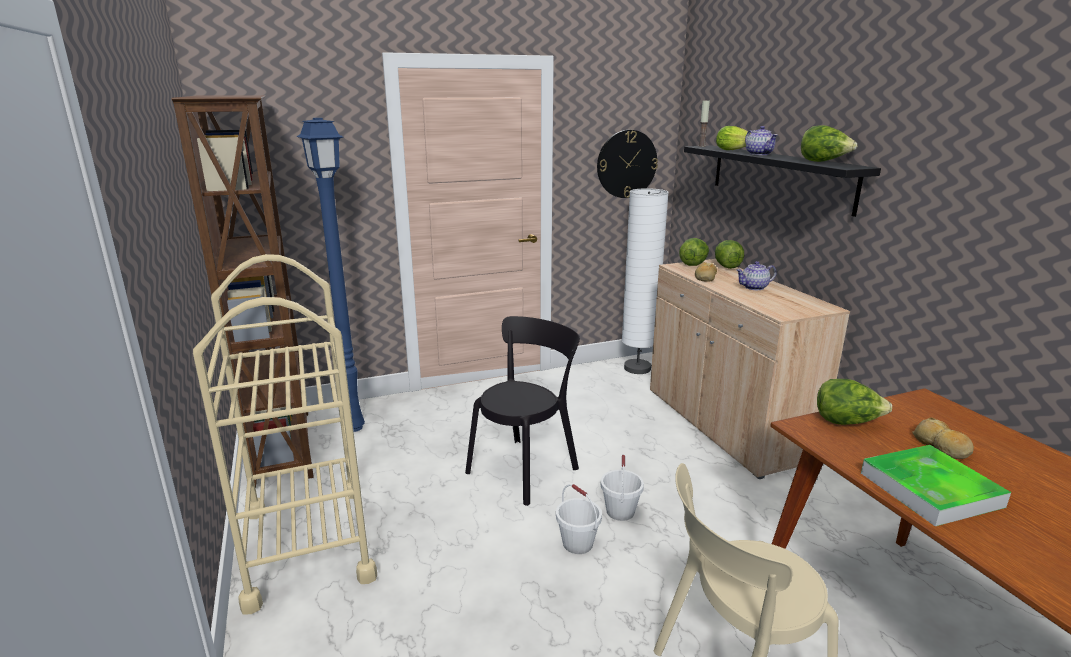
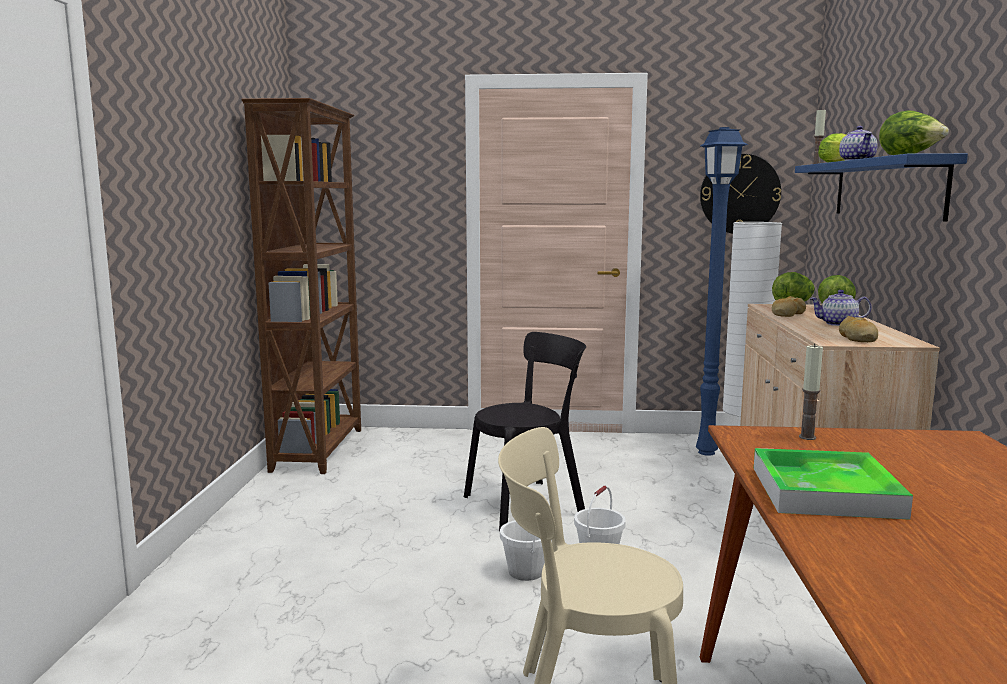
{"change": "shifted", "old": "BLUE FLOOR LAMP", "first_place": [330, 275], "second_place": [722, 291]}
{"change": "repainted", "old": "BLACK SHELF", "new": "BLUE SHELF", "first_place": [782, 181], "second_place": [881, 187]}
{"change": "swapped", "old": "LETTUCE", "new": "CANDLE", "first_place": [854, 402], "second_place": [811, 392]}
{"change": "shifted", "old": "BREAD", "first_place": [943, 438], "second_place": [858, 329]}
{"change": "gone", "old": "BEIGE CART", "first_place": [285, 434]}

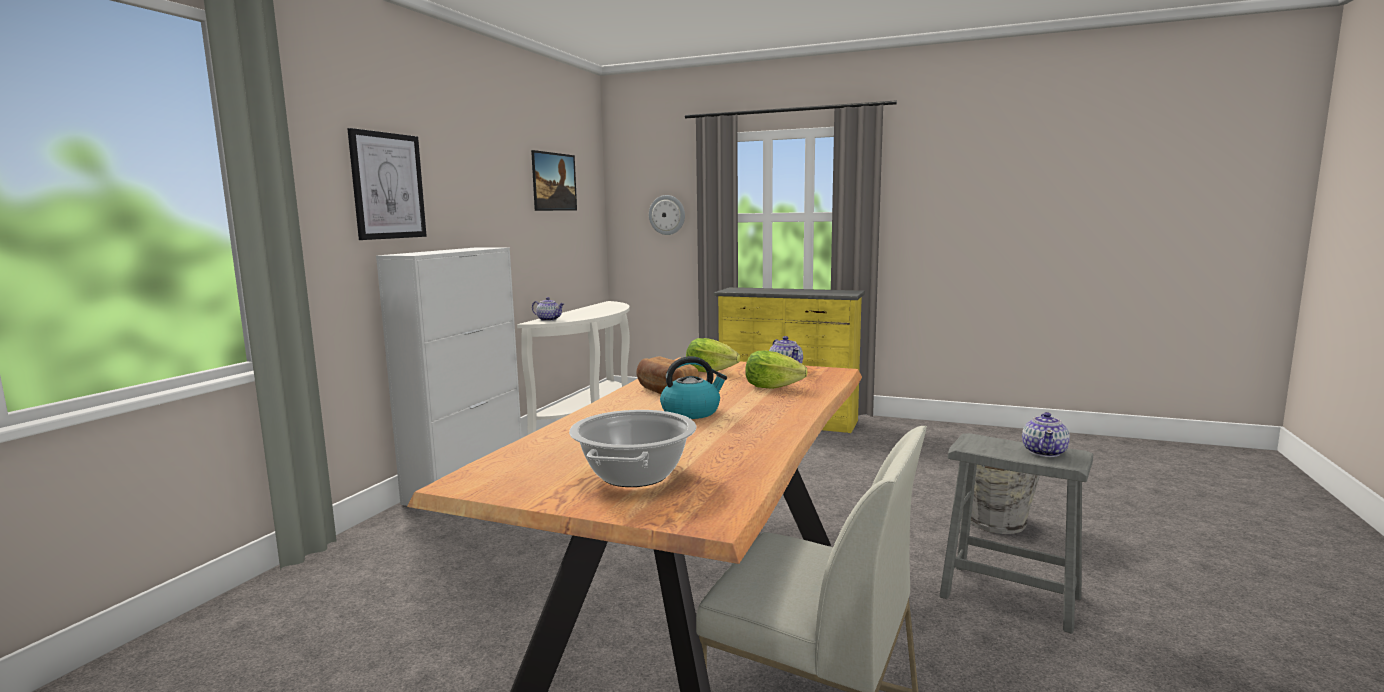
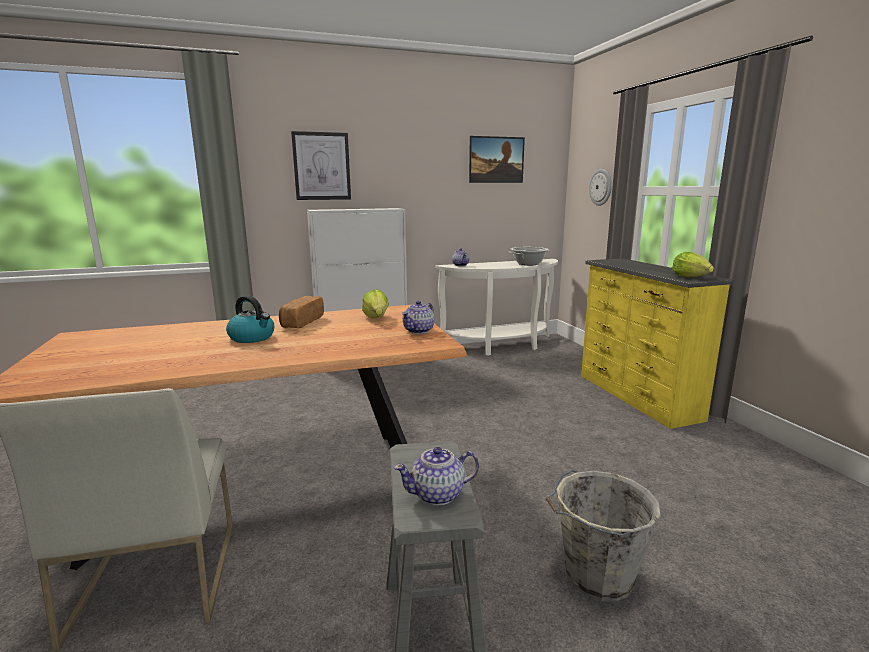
{"change": "shifted", "old": "COOKING POT", "first_place": [633, 448], "second_place": [529, 256]}
{"change": "shifted", "old": "LETTUCE", "first_place": [777, 369], "second_place": [693, 265]}

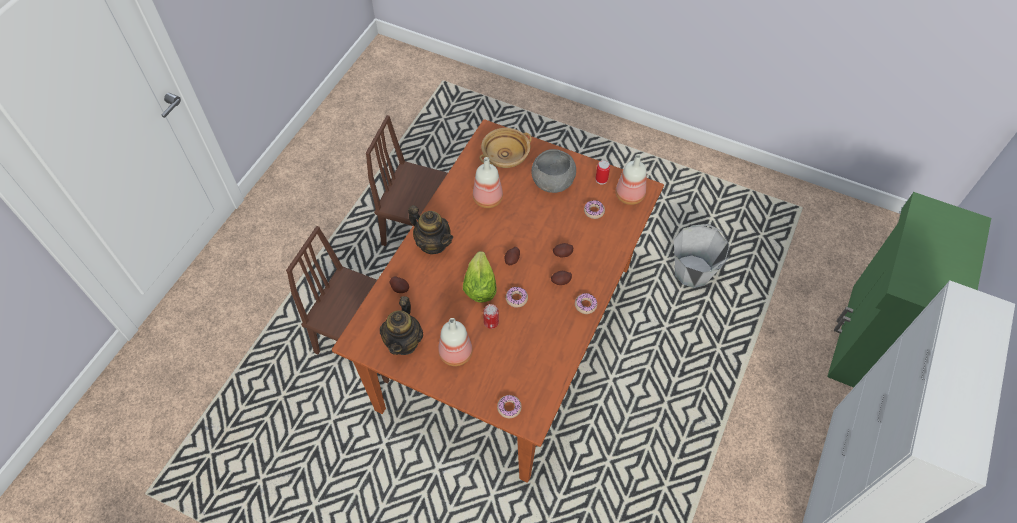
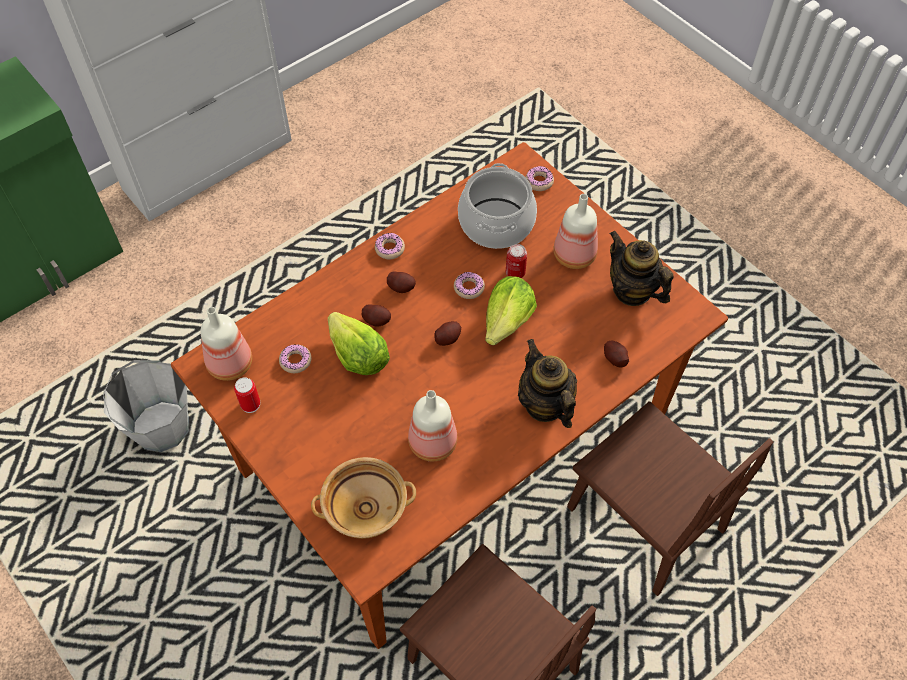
{"change": "new", "new": "LETTUCE", "second_place": [359, 343]}
{"change": "new", "new": "COOKING POT", "second_place": [497, 206]}
{"change": "rotated", "old": "TEAPOT", "first_place": [401, 325], "second_place": [642, 268], "degrees": -75}
{"change": "gone", "old": "GREY BOWL", "first_place": [553, 171]}

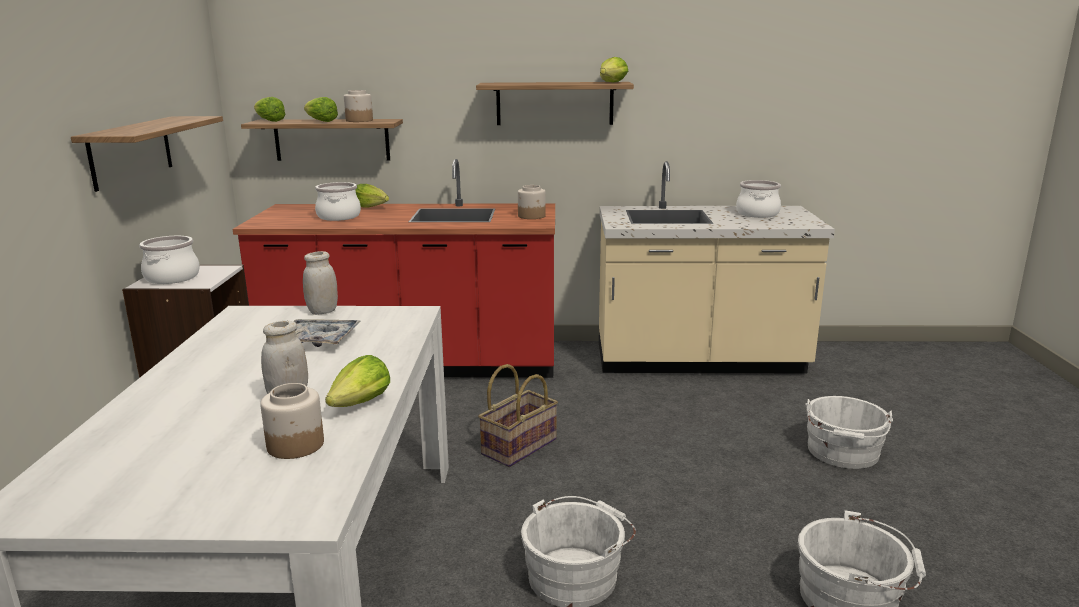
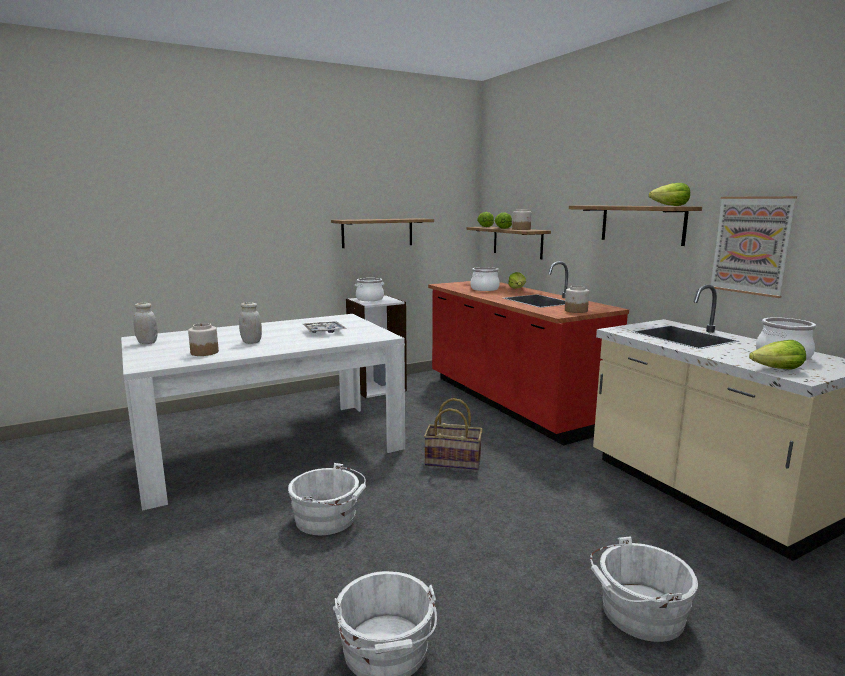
{"change": "shifted", "old": "WHITE JAR", "first_place": [320, 283], "second_place": [145, 323]}
{"change": "new", "new": "PICTURE", "second_place": [754, 247]}
{"change": "shifted", "old": "LETTUCE", "first_place": [357, 381], "second_place": [777, 355]}

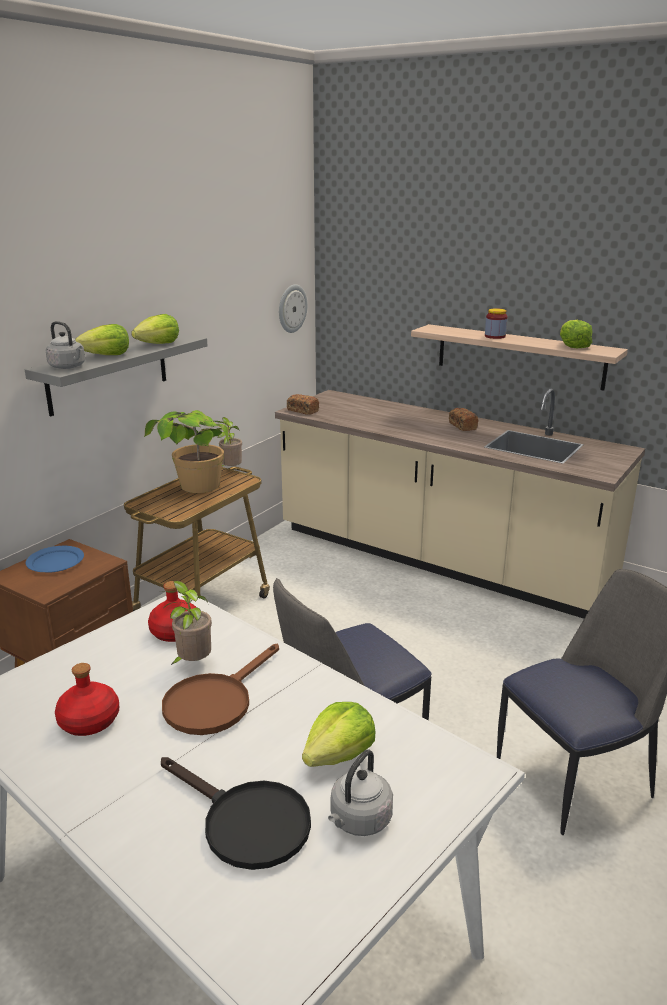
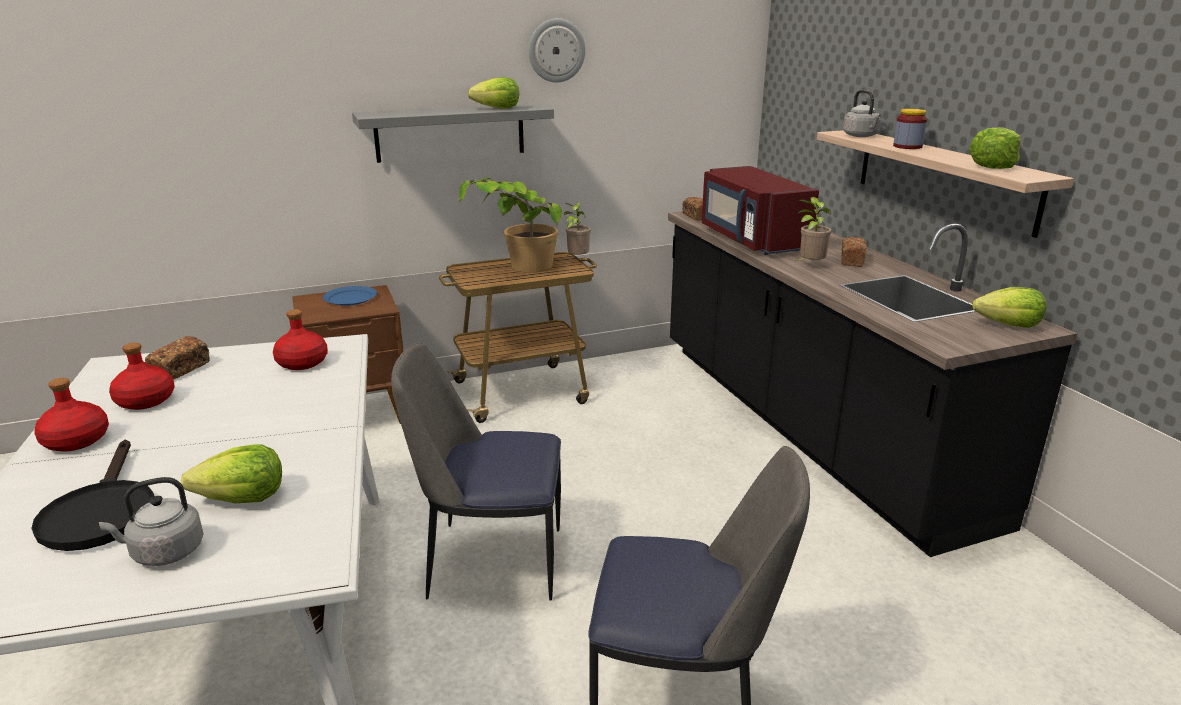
{"change": "new", "new": "RED BOTTLE", "second_place": [71, 414]}
{"change": "new", "new": "BREAD", "second_place": [177, 358]}
{"change": "shifted", "old": "WALL CLOCK", "first_place": [293, 309], "second_place": [557, 50]}
{"change": "repainted", "old": "BEIGE COUNTER", "new": "BLACK COUNTER", "first_place": [460, 503], "second_place": [873, 384]}
{"change": "new", "new": "RED MICROWAVE", "second_place": [760, 210]}
{"change": "shifted", "old": "POTTED PLANT", "first_place": [187, 623], "second_place": [813, 229]}
{"change": "shifted", "old": "GREY KETTLE", "first_place": [65, 345], "second_place": [862, 113]}
{"change": "shifted", "old": "LETTUCE", "first_place": [102, 339], "second_place": [1009, 307]}
{"change": "gone", "old": "BROWN FRYING PAN", "first_place": [220, 689]}

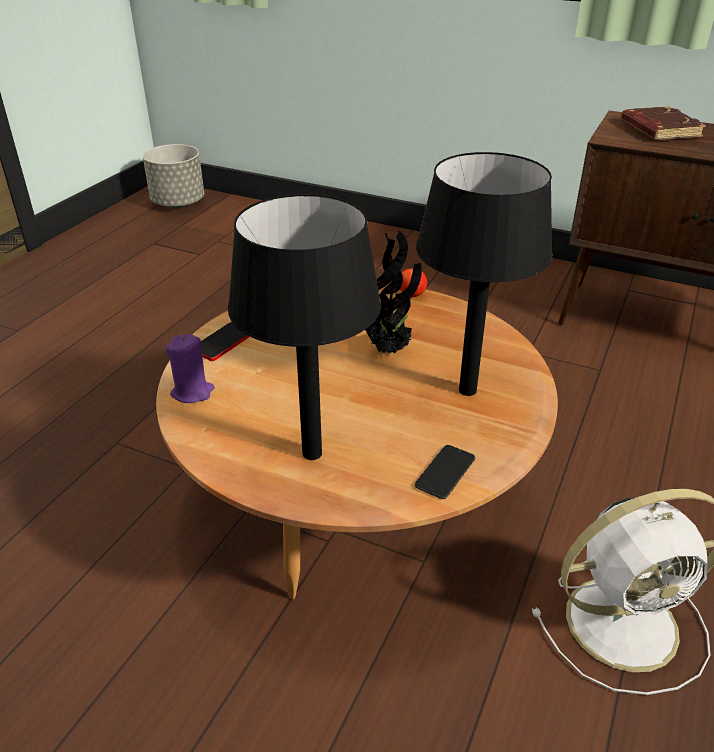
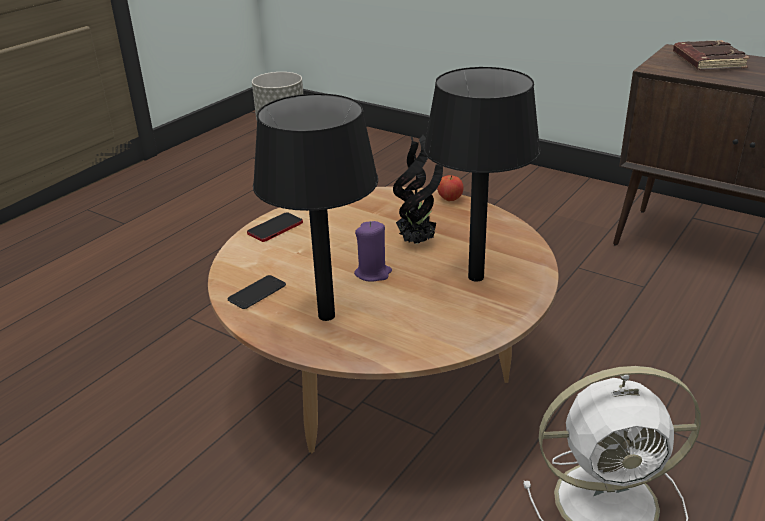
{"change": "shifted", "old": "PHONE", "first_place": [445, 472], "second_place": [257, 292]}
{"change": "shifted", "old": "PURPLE CANDLE", "first_place": [190, 368], "second_place": [373, 251]}

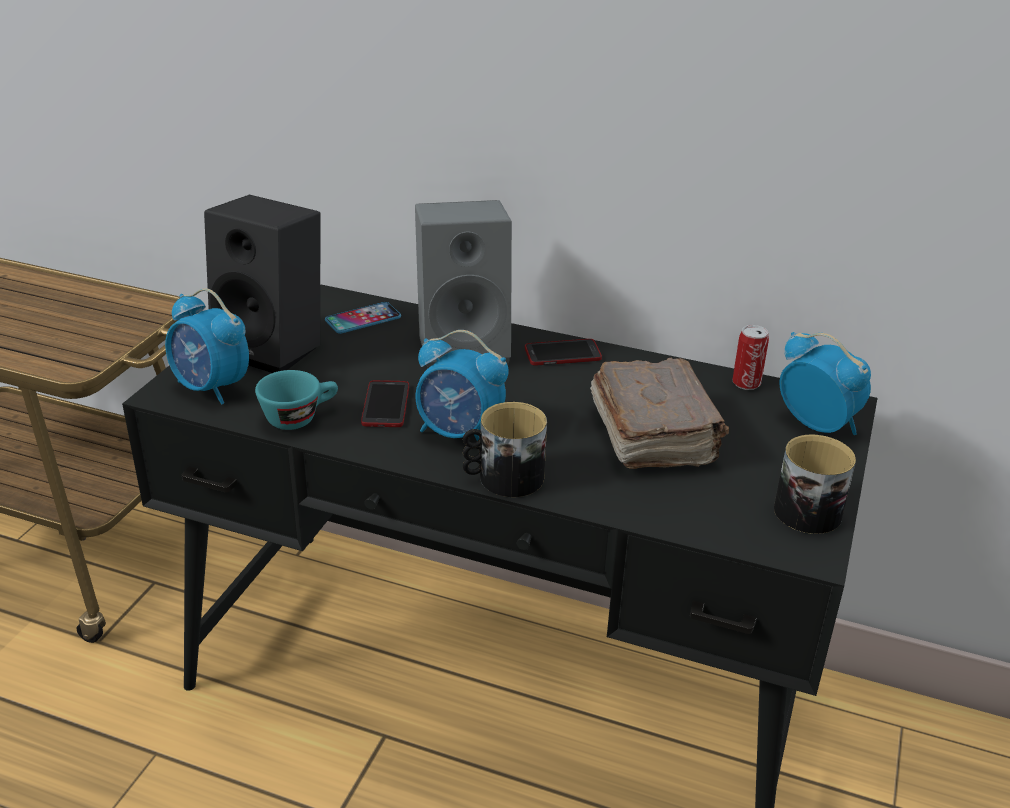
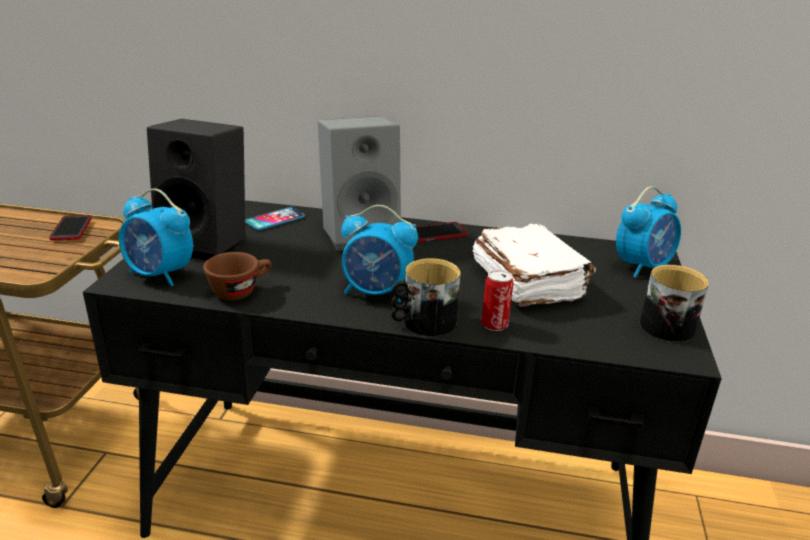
{"change": "shifted", "old": "PHONE", "first_place": [385, 403], "second_place": [70, 228]}
{"change": "repainted", "old": "TURQUOISE CUP", "new": "BROWN CUP", "first_place": [296, 400], "second_place": [237, 276]}
{"change": "repainted", "old": "BROWN BOOK", "new": "WHITE BOOK", "first_place": [659, 413], "second_place": [534, 265]}
{"change": "shifted", "old": "CAN", "first_place": [750, 357], "second_place": [497, 300]}
{"change": "rotated", "old": "ALARM CLOCK", "first_place": [825, 383], "second_place": [648, 232], "degrees": 105}

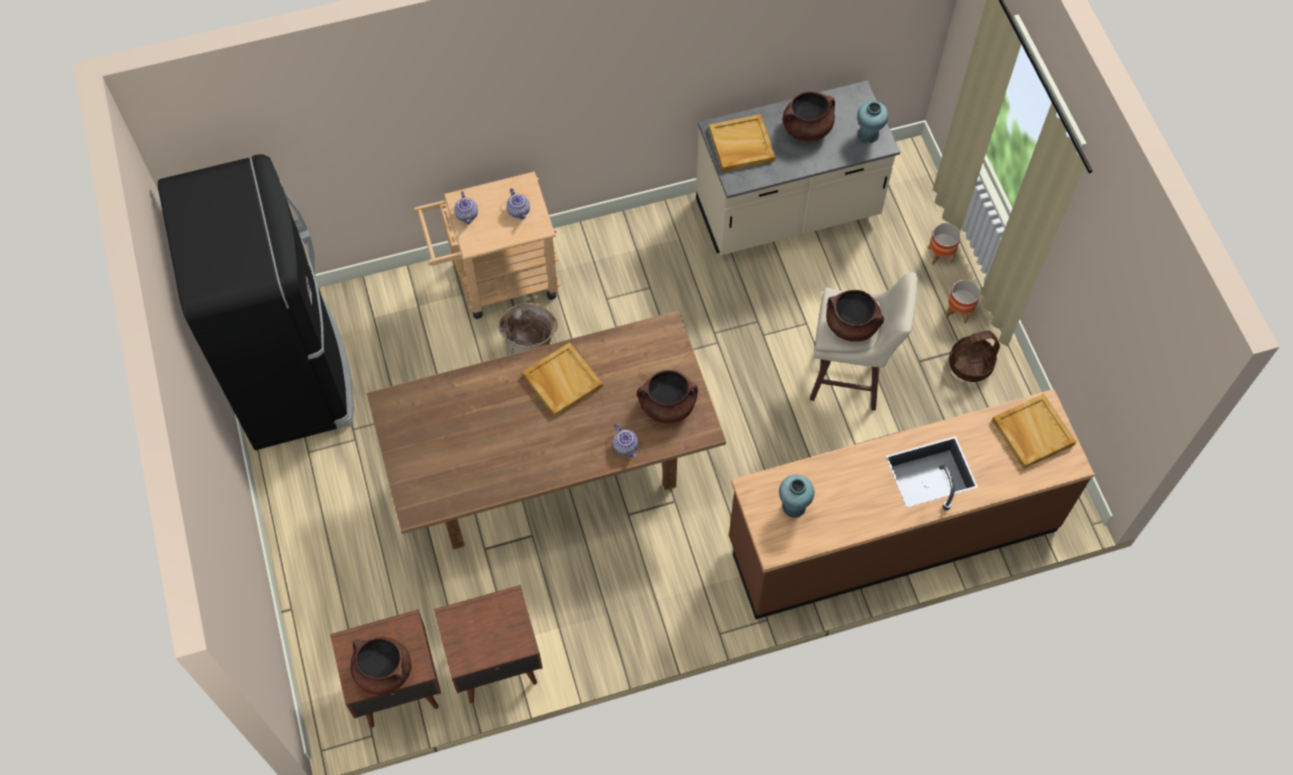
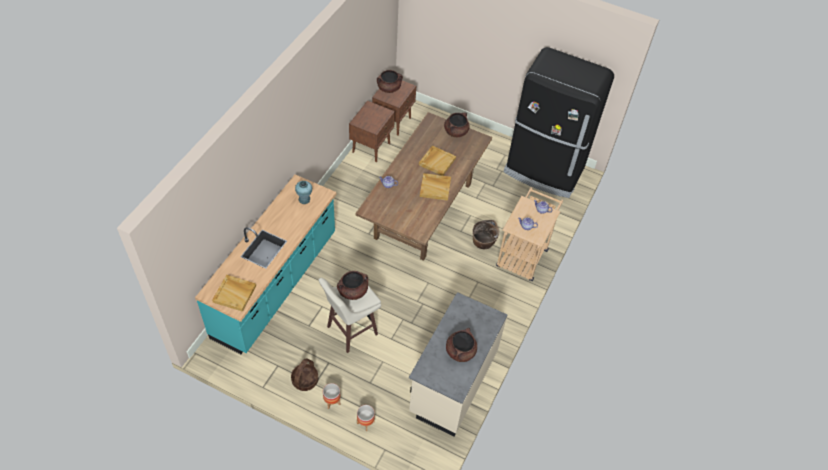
{"change": "repainted", "old": "BROWN COUNTER", "new": "TURQUOISE COUNTER", "first_place": [912, 504], "second_place": [265, 264]}
{"change": "shifted", "old": "BEIGE TRAY", "first_place": [742, 143], "second_place": [437, 161]}
{"change": "shifted", "old": "BROWN COOKING POT", "first_place": [667, 397], "second_place": [457, 124]}
{"change": "gone", "old": "TURQUOISE VASE", "first_place": [872, 122]}

